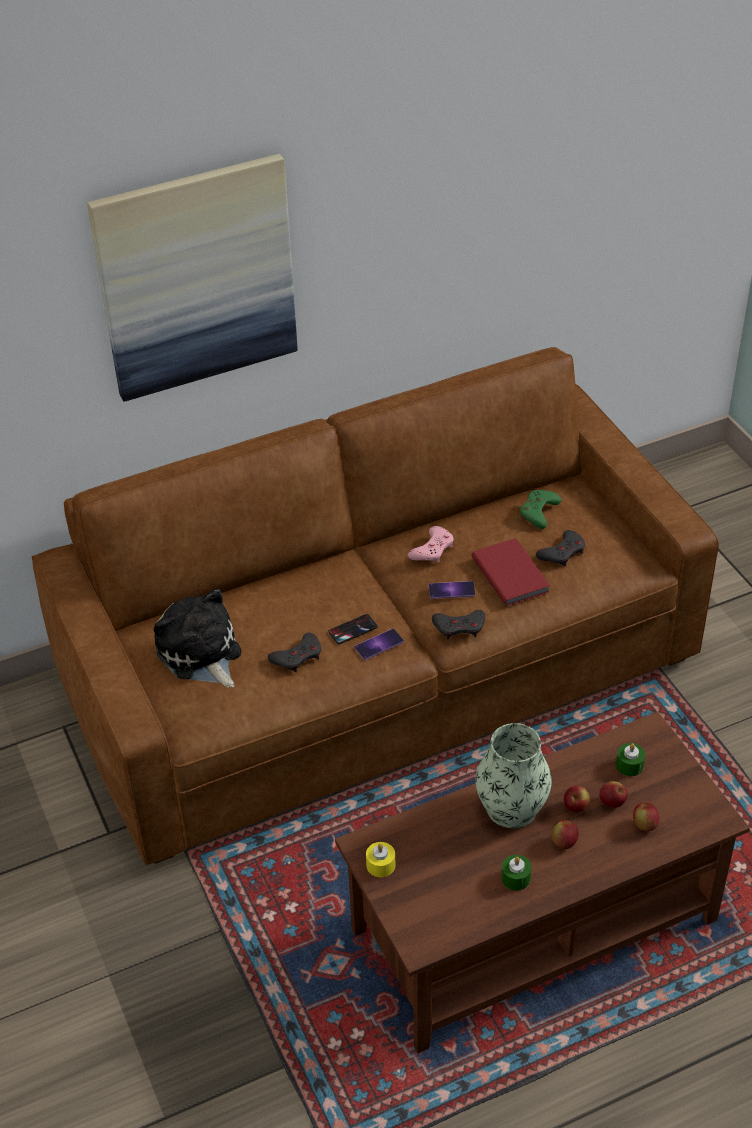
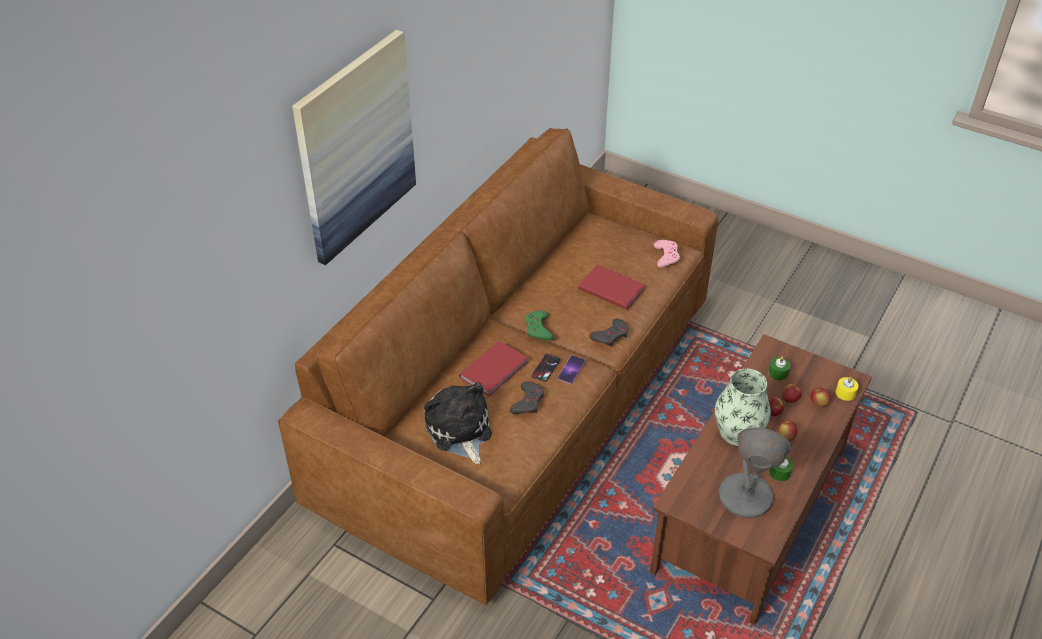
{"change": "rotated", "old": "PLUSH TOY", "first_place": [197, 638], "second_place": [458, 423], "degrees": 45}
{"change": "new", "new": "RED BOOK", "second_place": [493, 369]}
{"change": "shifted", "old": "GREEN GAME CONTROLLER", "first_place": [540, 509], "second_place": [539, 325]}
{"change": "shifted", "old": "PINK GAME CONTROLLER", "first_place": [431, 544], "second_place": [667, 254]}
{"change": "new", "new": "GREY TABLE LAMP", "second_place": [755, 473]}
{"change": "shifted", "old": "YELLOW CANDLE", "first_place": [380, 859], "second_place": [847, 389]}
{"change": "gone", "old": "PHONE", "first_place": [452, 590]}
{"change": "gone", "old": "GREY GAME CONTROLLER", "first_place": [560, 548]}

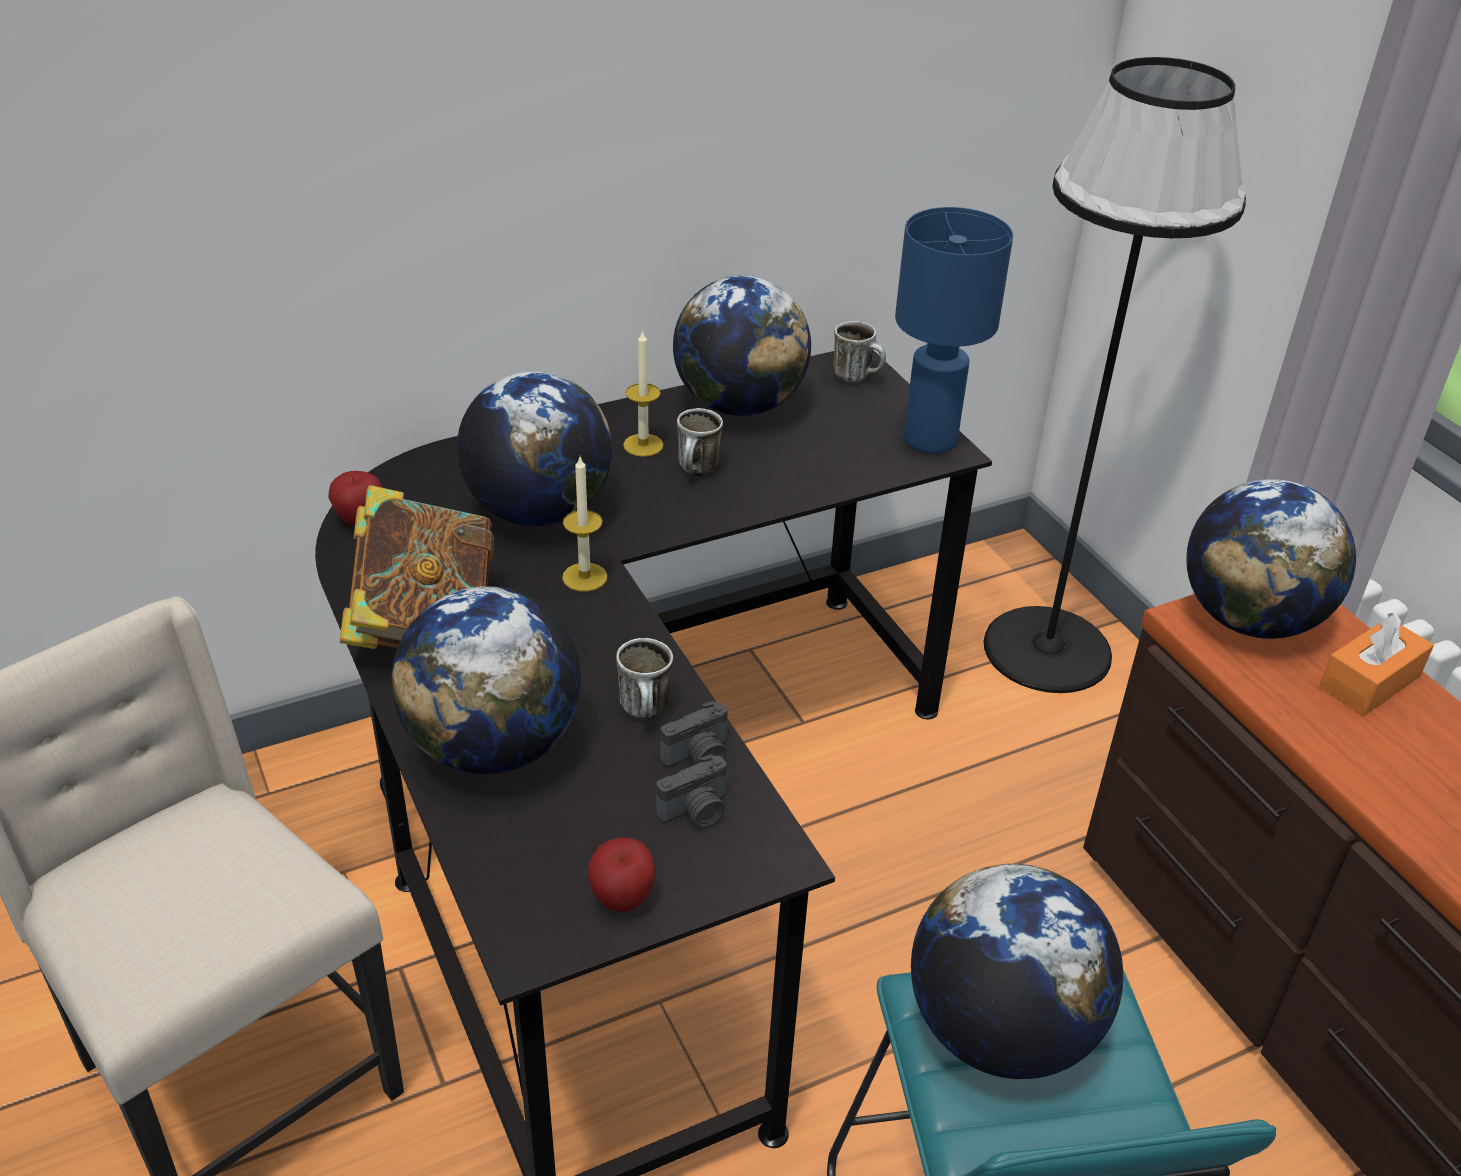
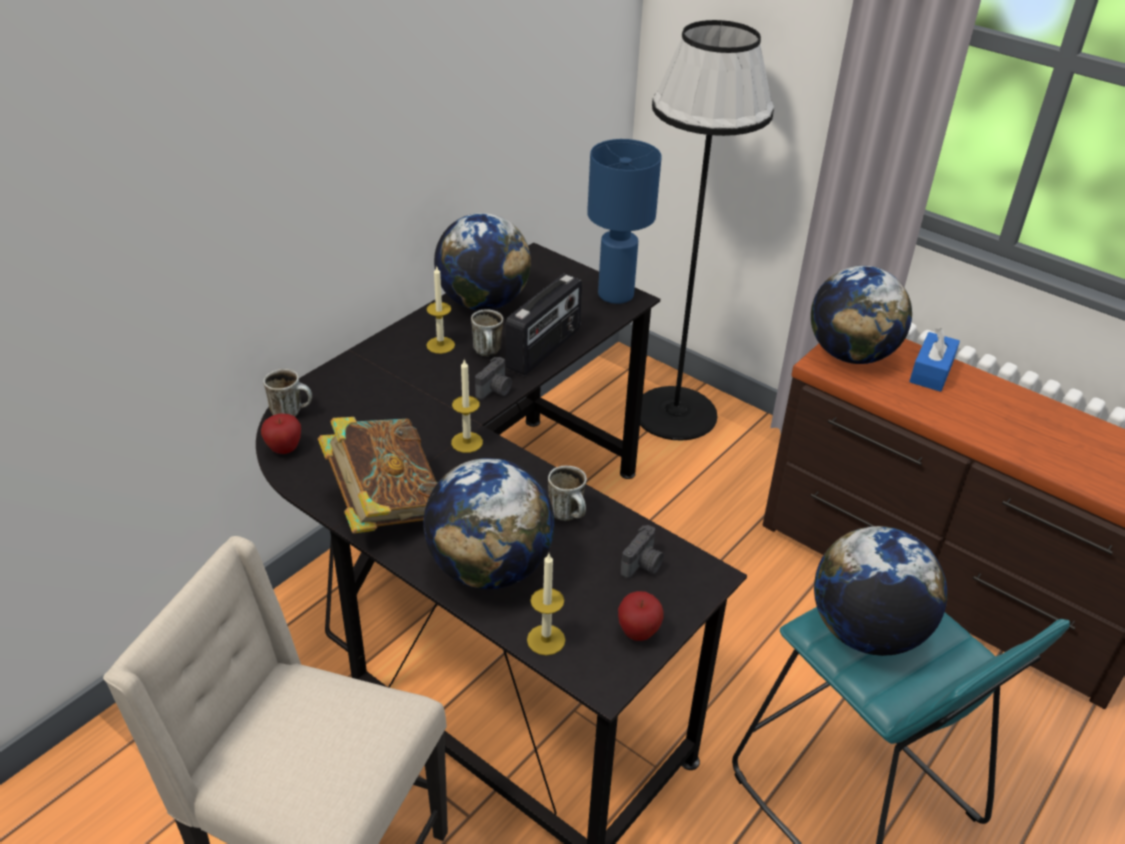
{"change": "shifted", "old": "MUG", "first_place": [859, 352], "second_place": [287, 392]}
{"change": "shifted", "old": "PHOTO CAMERA", "first_place": [694, 734], "second_place": [493, 378]}
{"change": "new", "new": "RADIO", "second_place": [544, 325]}
{"change": "new", "new": "CANDLE", "second_place": [546, 605]}
{"change": "repainted", "old": "ORANGE TISSUE BOX", "new": "BLUE TISSUE BOX", "first_place": [1376, 664], "second_place": [934, 360]}
{"change": "gone", "old": "GLOBE", "first_place": [534, 448]}

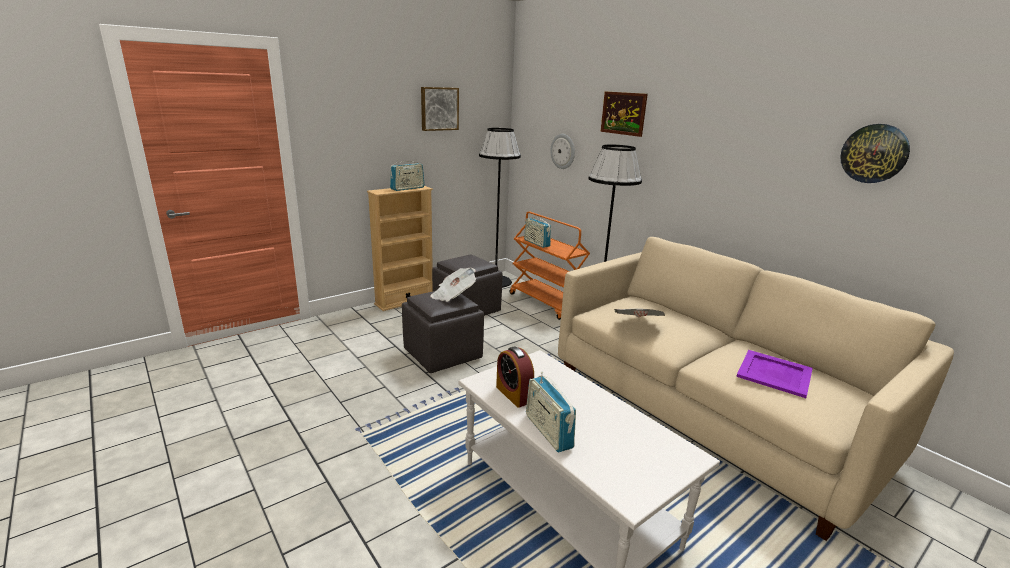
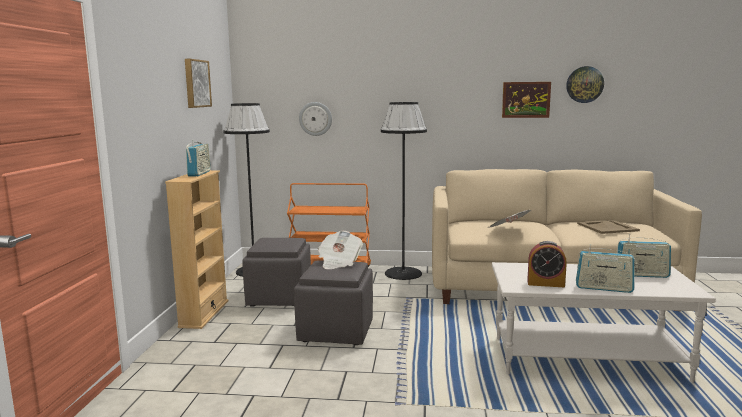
{"change": "shifted", "old": "PICTURE", "first_place": [624, 114], "second_place": [526, 100]}
{"change": "repainted", "old": "PURPLE TRAY", "new": "BEIGE TRAY", "first_place": [774, 374], "second_place": [608, 227]}
{"change": "shifted", "old": "RADIO", "first_place": [537, 231], "second_place": [644, 256]}

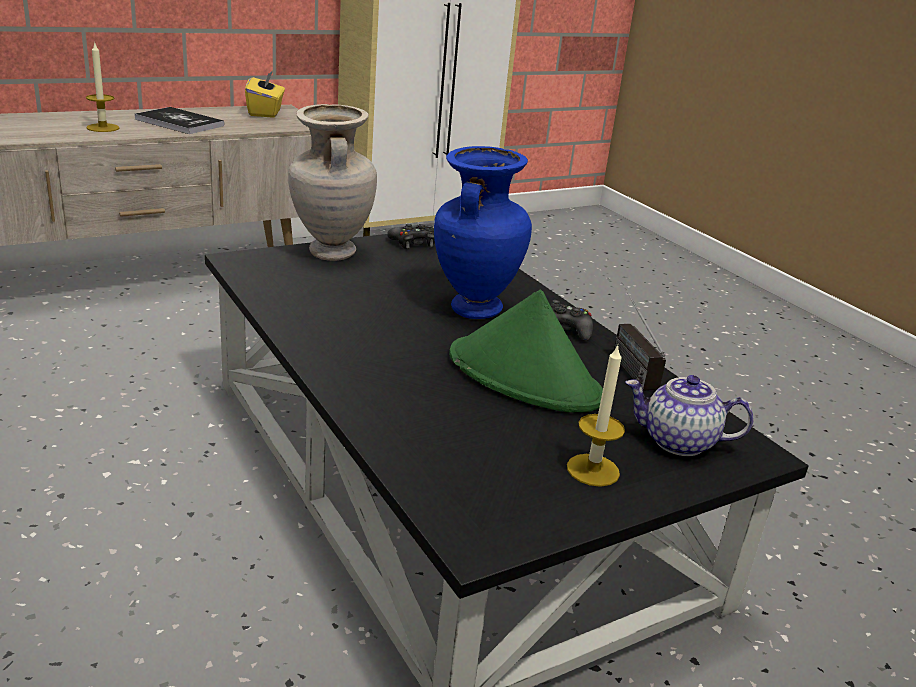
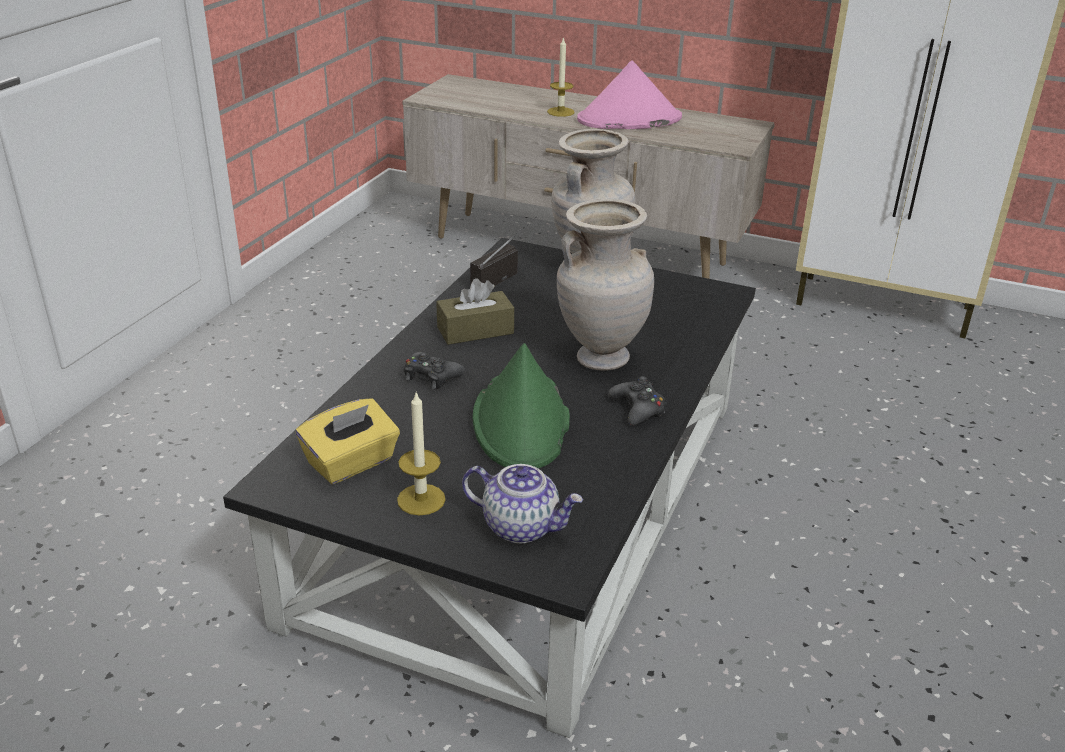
{"change": "shifted", "old": "YELLOW TISSUE BOX", "first_place": [265, 94], "second_place": [348, 441]}
{"change": "shifted", "old": "BLACK GAME CONTROLLER", "first_place": [411, 236], "second_place": [434, 370]}
{"change": "new", "new": "BROWN TISSUE BOX", "second_place": [475, 311]}
{"change": "rotated", "old": "TEAPOT", "first_place": [689, 415], "second_place": [522, 503], "degrees": 135}
{"change": "shifted", "old": "RADIO", "first_place": [640, 336], "second_place": [503, 251]}
{"change": "repainted", "old": "BLUE VASE", "new": "BEIGE VASE", "first_place": [483, 232], "second_place": [605, 284]}
{"change": "swapped", "old": "BOOK", "new": "PINK HAT", "first_place": [179, 120], "second_place": [629, 94]}

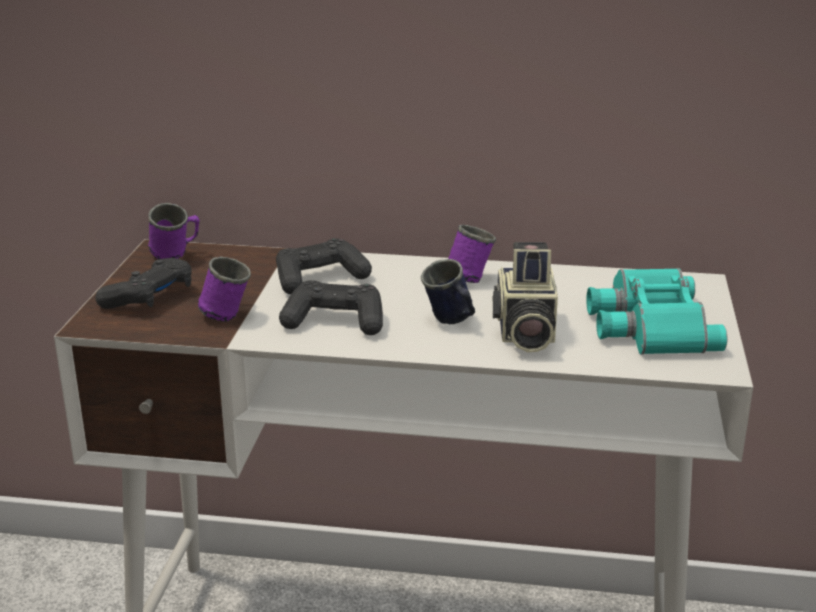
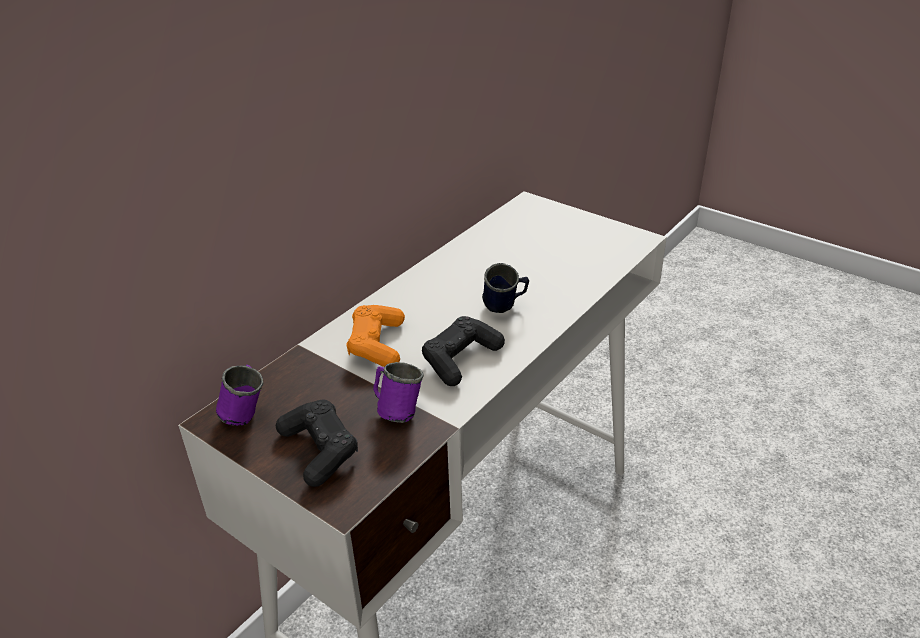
{"change": "repainted", "old": "BLACK GAME CONTROLLER", "new": "ORANGE GAME CONTROLLER", "first_place": [324, 266], "second_place": [376, 336]}
{"change": "gone", "old": "PURPLE MUG", "first_place": [472, 254]}
{"change": "gone", "old": "PHOTO CAMERA", "first_place": [525, 297]}
{"change": "gone", "old": "TURQUOISE BINOCULARS", "first_place": [656, 311]}

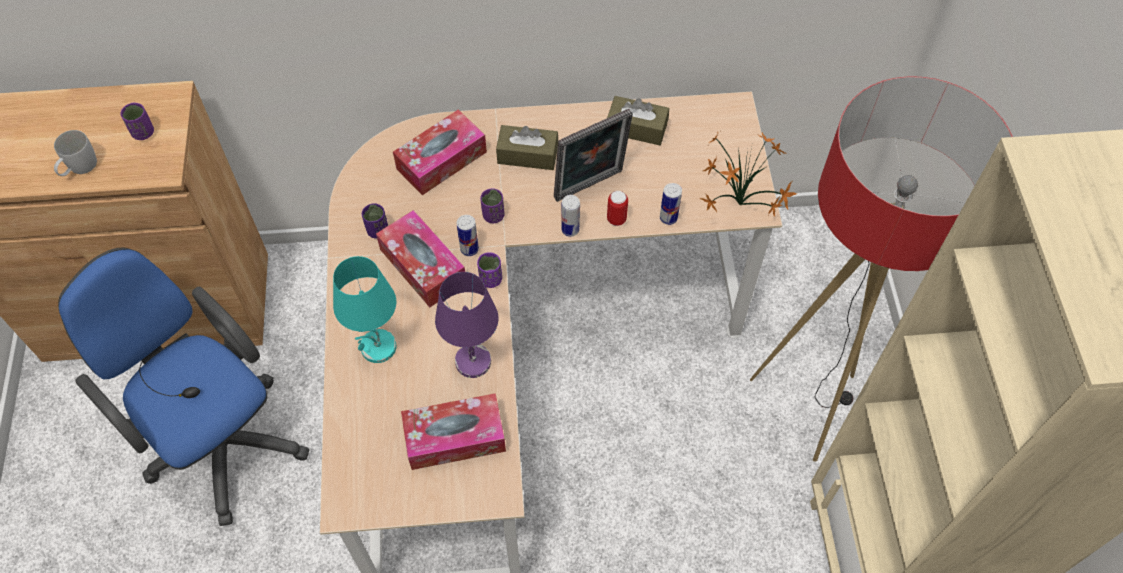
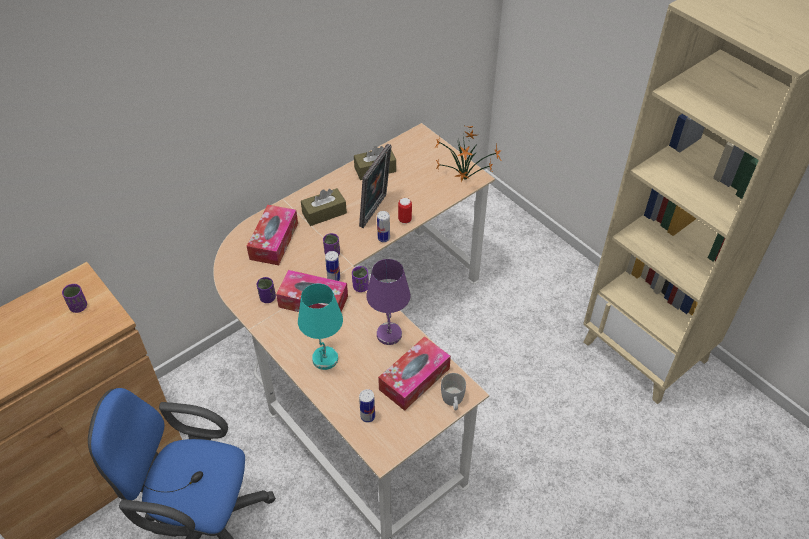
{"change": "shifted", "old": "CAN", "first_place": [671, 204], "second_place": [367, 406]}
{"change": "shifted", "old": "WHITE MUG", "first_place": [75, 153], "second_place": [453, 391]}
{"change": "gone", "old": "FLOOR LAMP", "first_place": [881, 269]}

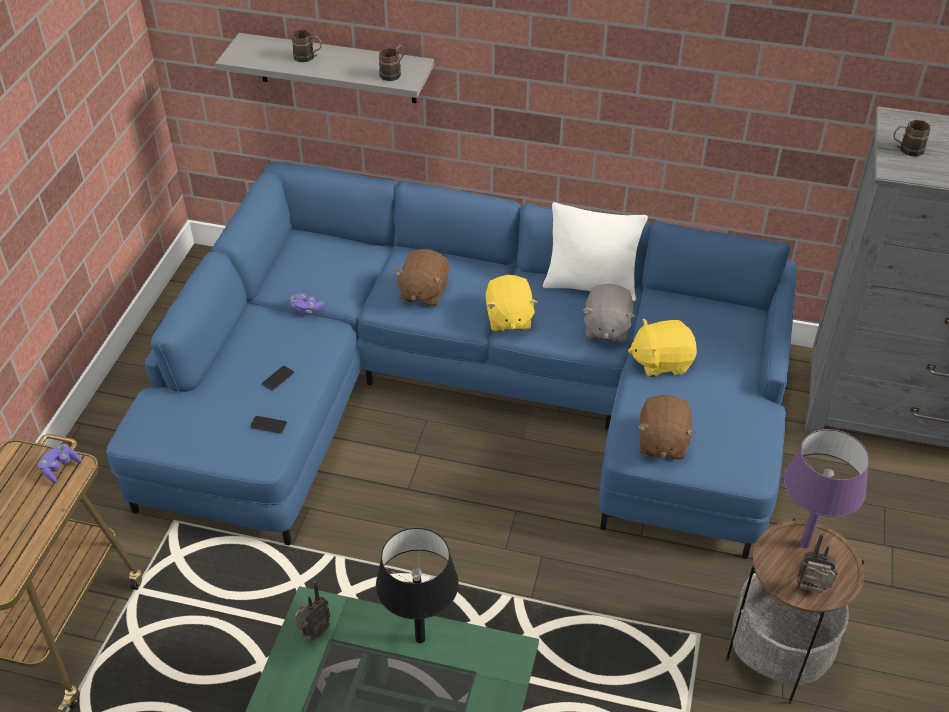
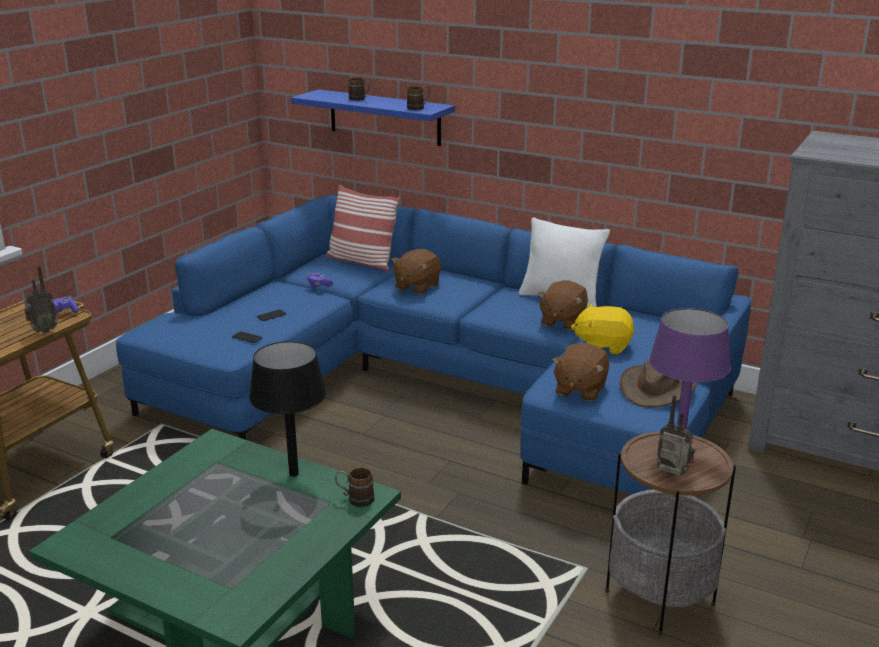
{"change": "shifted", "old": "RADIO", "first_place": [313, 611], "second_place": [41, 299]}
{"change": "repainted", "old": "GREY SHELF", "new": "BLUE SHELF", "first_place": [324, 68], "second_place": [373, 117]}
{"change": "new", "new": "PILLOW", "second_place": [363, 228]}
{"change": "shifted", "old": "BROWN MUG", "first_place": [911, 138], "second_place": [354, 487]}
{"change": "repainted", "old": "GREY PLUSH TOY", "new": "BROWN PLUSH TOY", "first_place": [608, 313], "second_place": [563, 305]}
{"change": "new", "new": "BROWN HAT", "second_place": [658, 383]}
{"change": "gone", "old": "YELLOW PLUSH TOY", "first_place": [512, 303]}

